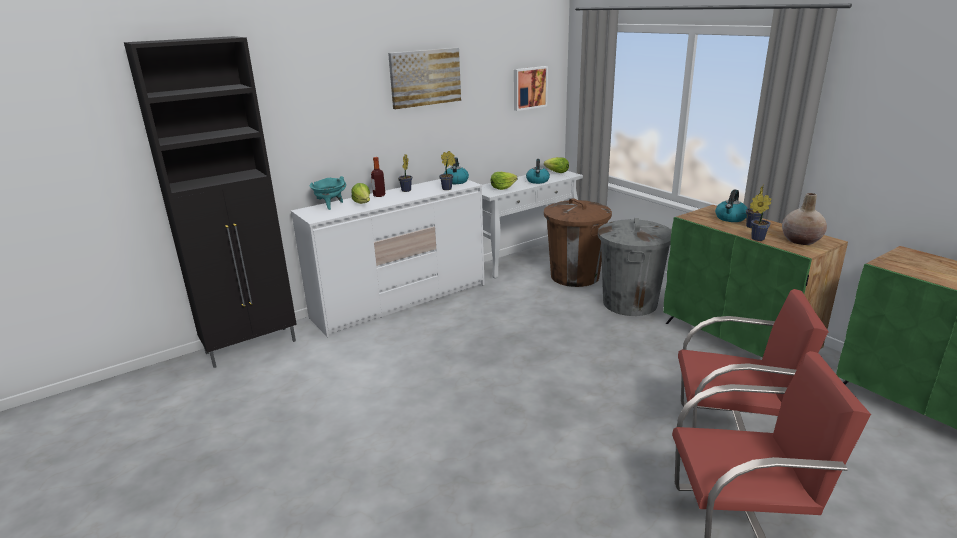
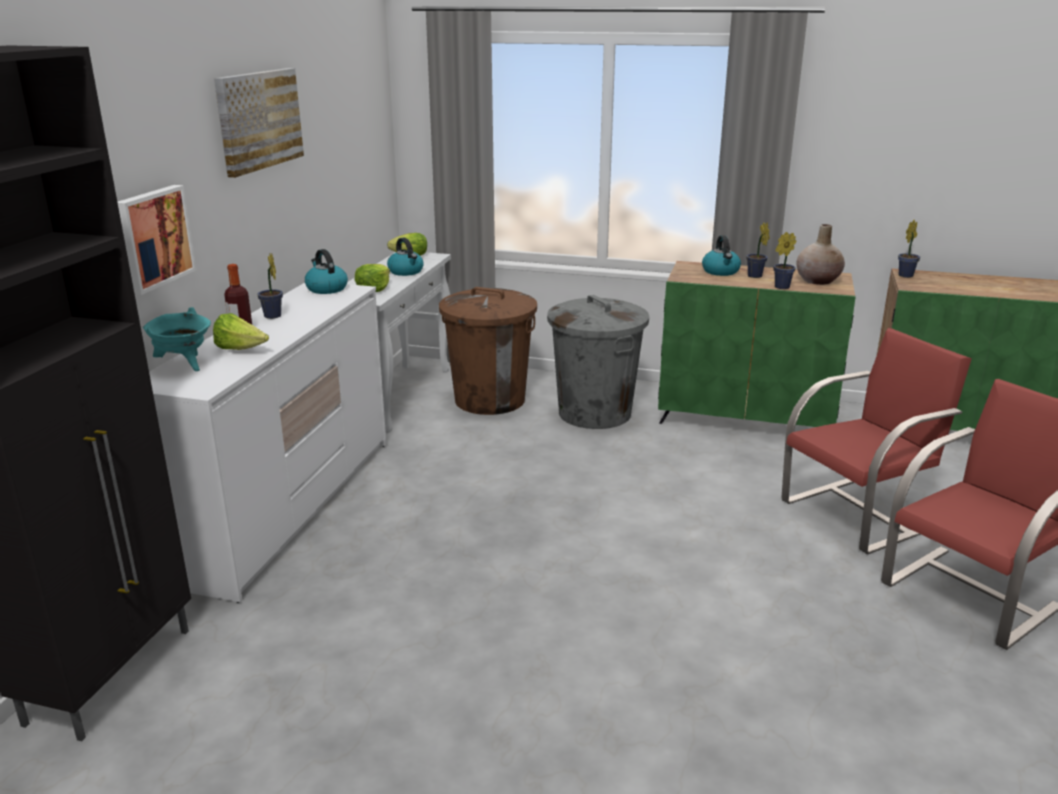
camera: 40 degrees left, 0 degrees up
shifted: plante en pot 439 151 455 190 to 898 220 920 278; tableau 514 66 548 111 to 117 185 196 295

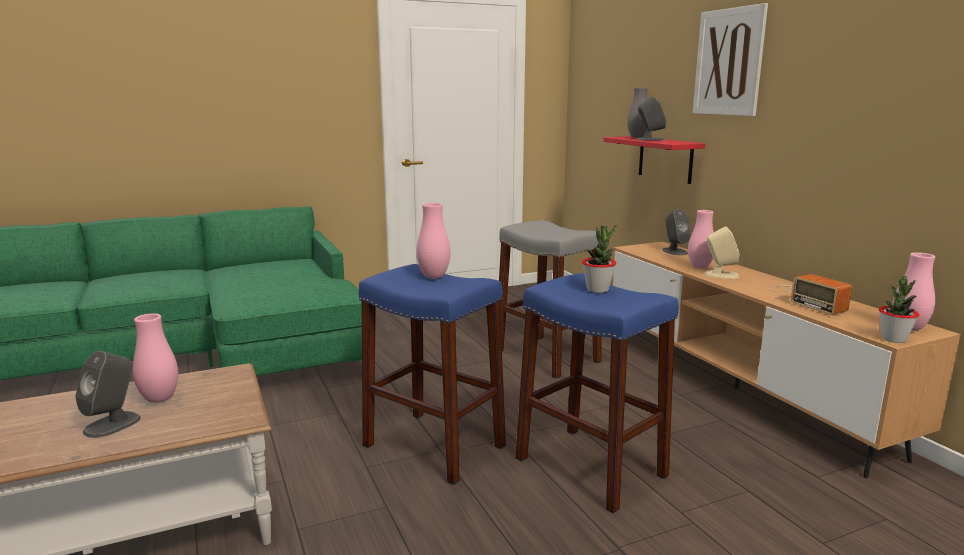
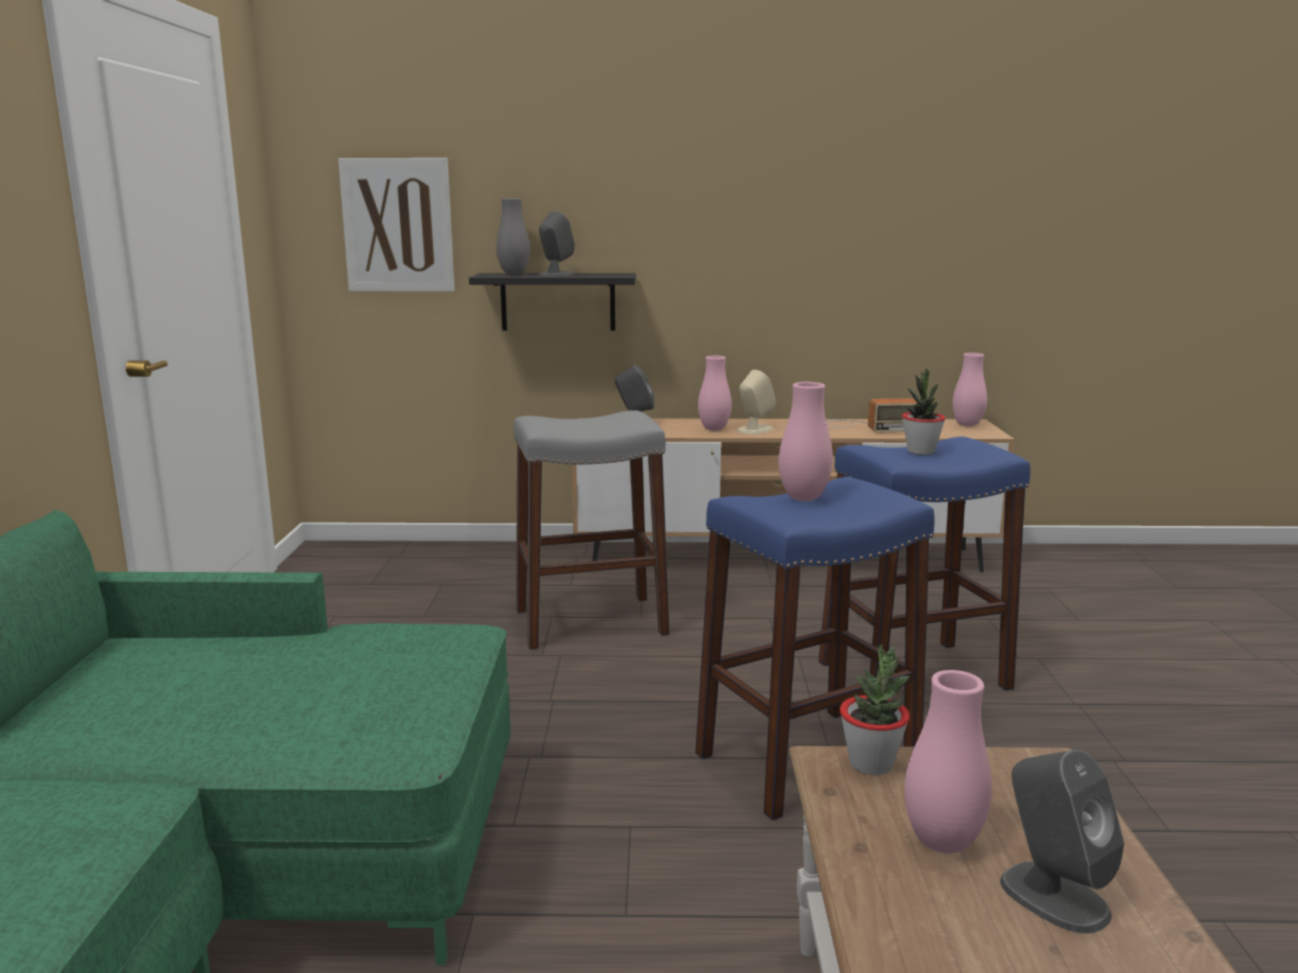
camera: 65 degrees left, 0 degrees up
shifted: tableau 693 3 768 116 to 338 158 455 292; plante en pot 879 276 919 343 to 840 645 911 775
repainted: étagère [rouge] 603 136 705 184 to étagère [noir] 469 273 636 331

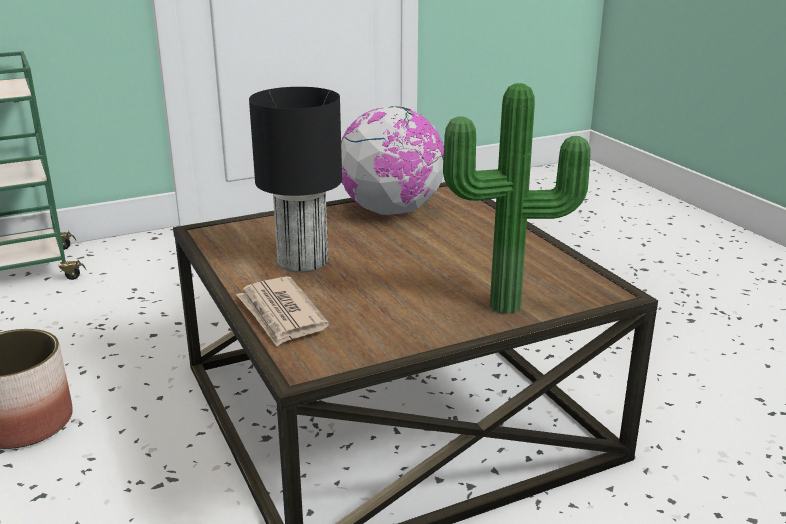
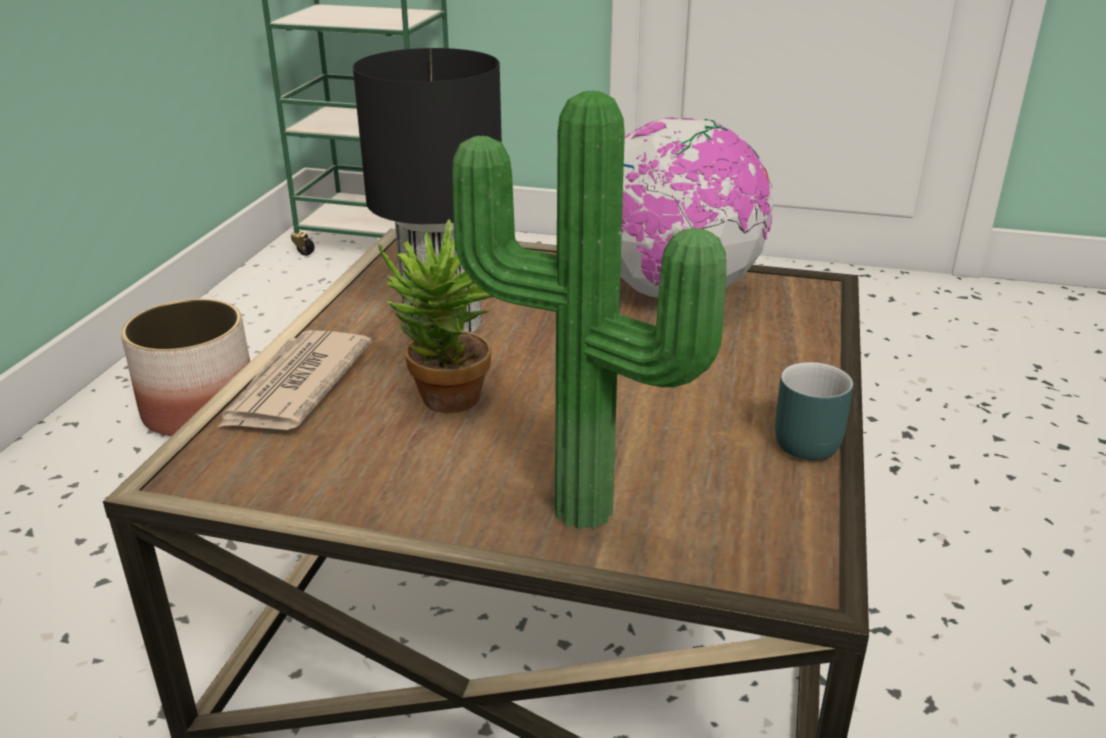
camera: 40 degrees right, 5 degrees up
new: plante en pot 378 219 493 413; mug [turquoise] 775 362 853 460

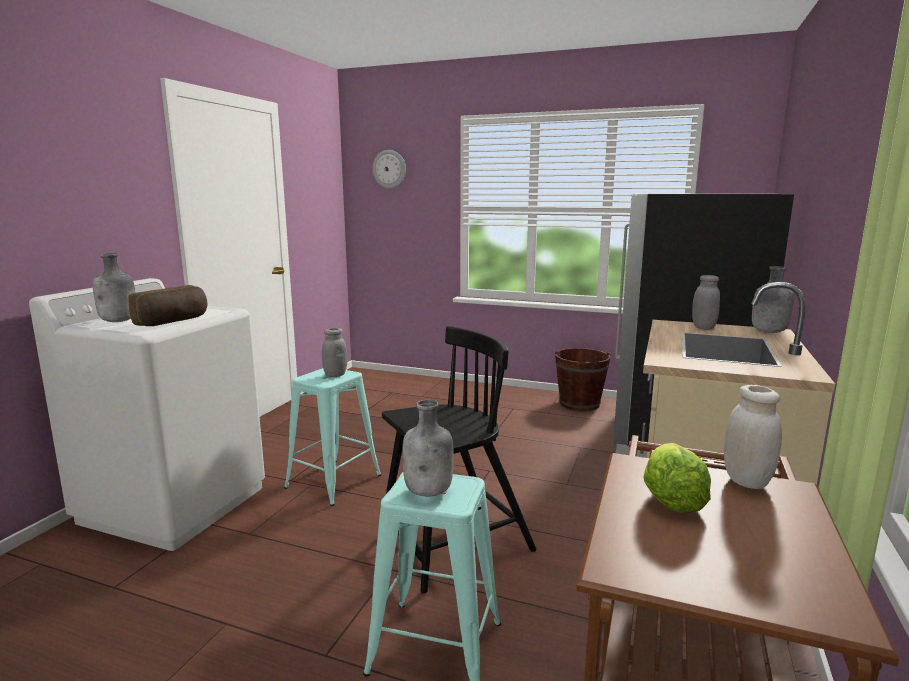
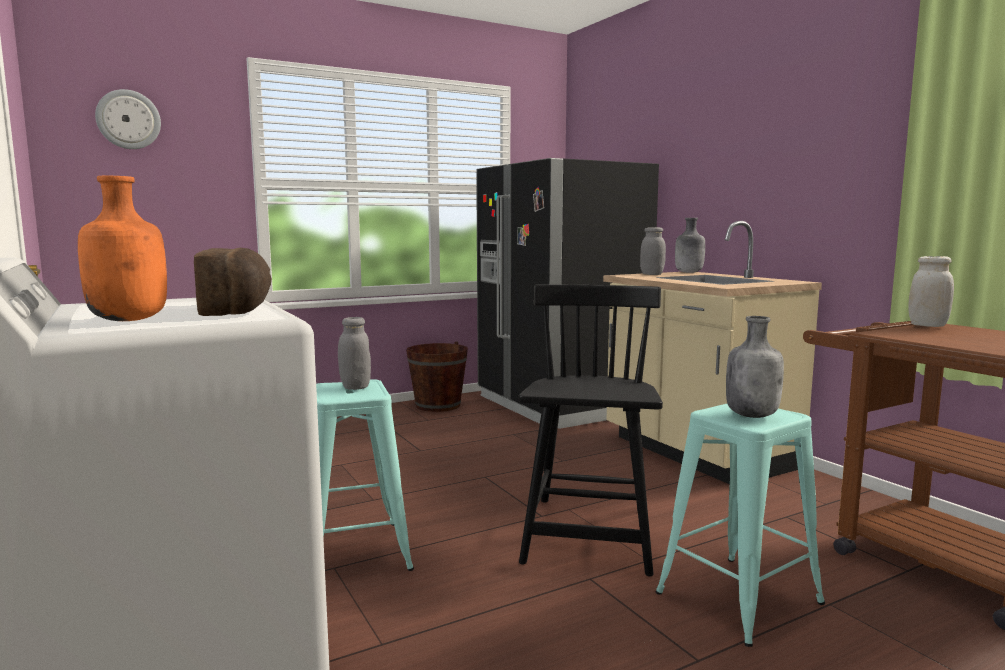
camera: 50 degrees left, 5 degrees down
gone: laitue 644 443 711 513
repainted: bouteille [gris] 93 253 136 322 to bouteille [orange] 78 176 167 321

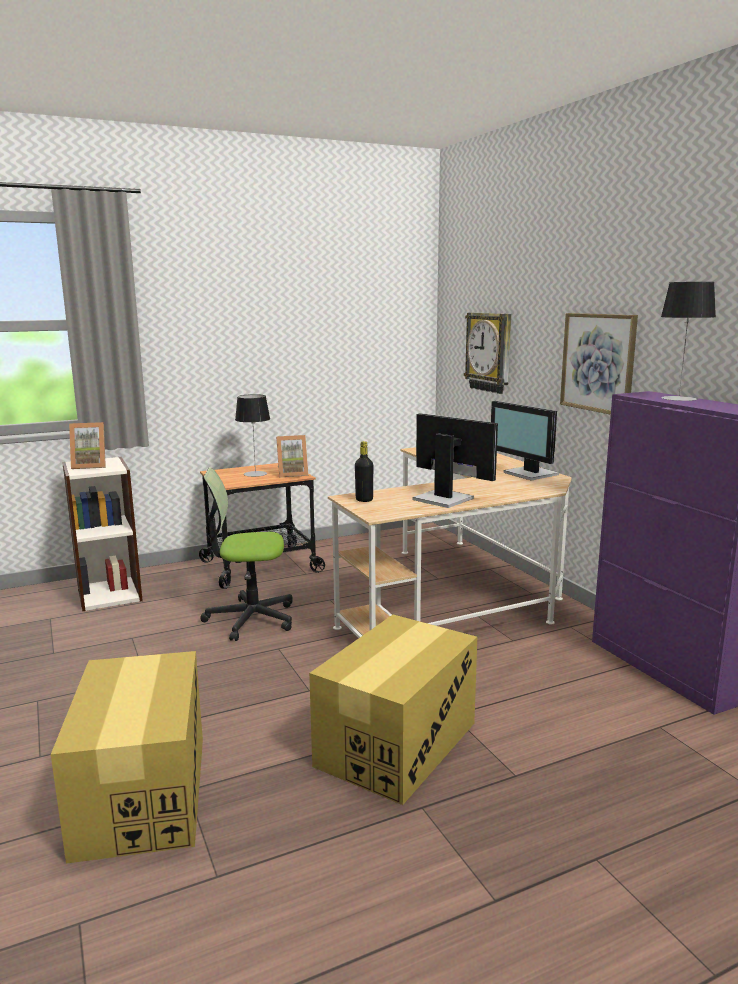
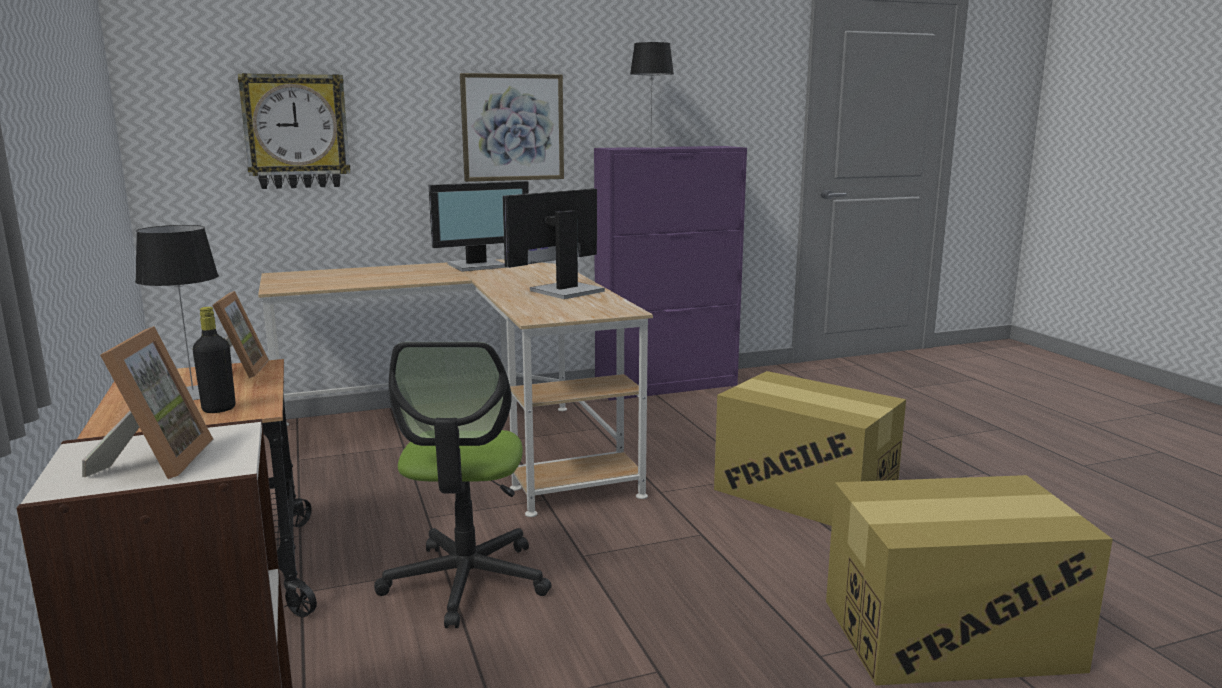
camera: 85 degrees left, 0 degrees up
shifted: bouteille [noir] 355 441 373 502 to 193 307 235 413

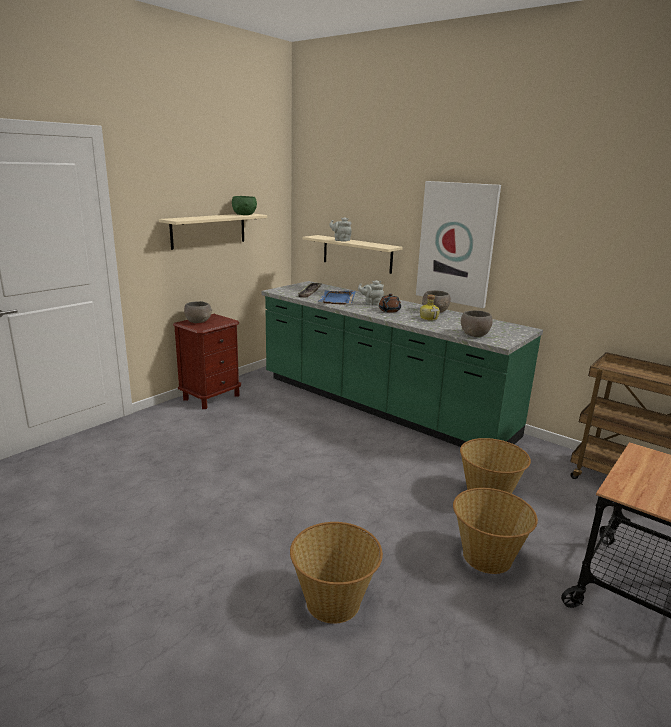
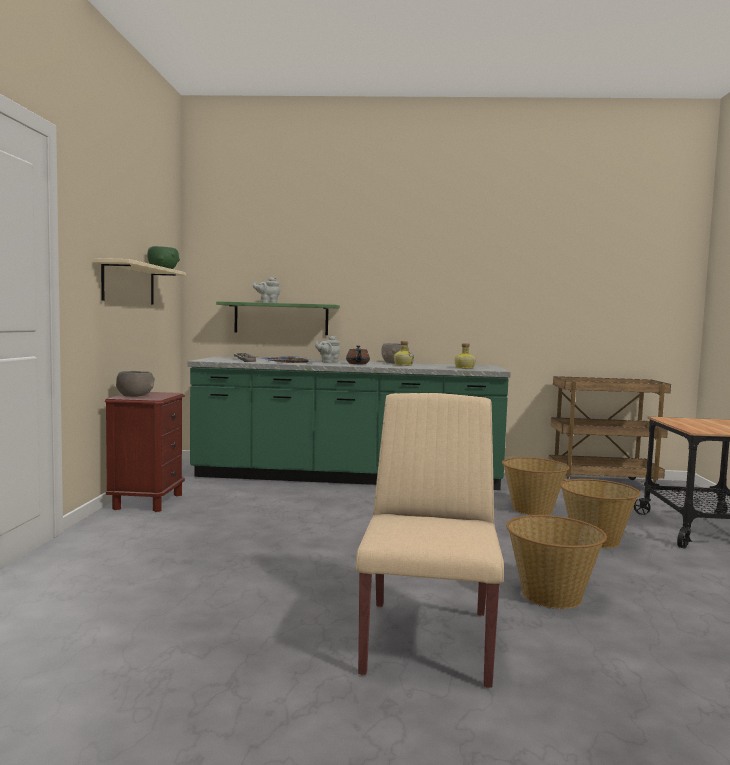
camera: 35 degrees left, 15 degrees down
gone: tableau 416 181 501 308
new: chaise [beige] 356 393 504 689
swapped: bol [gris] 461 310 493 337 to bouteille 455 343 475 369
repainted: étagère [beige] 303 235 403 274 to étagère [vert] 216 301 340 335

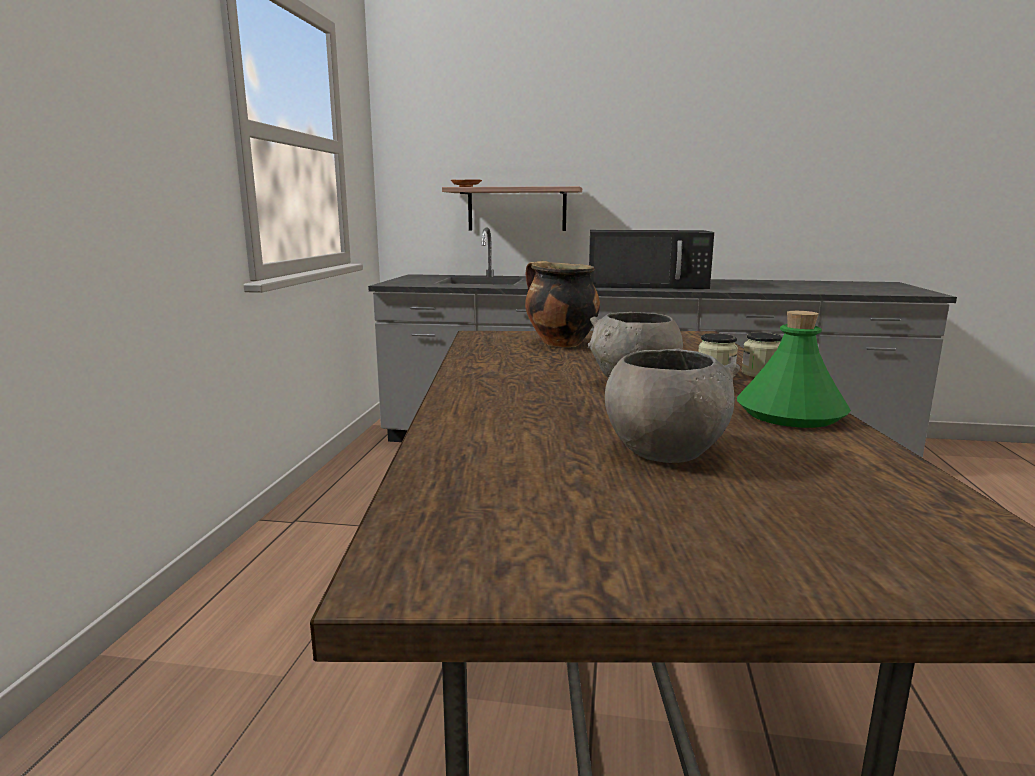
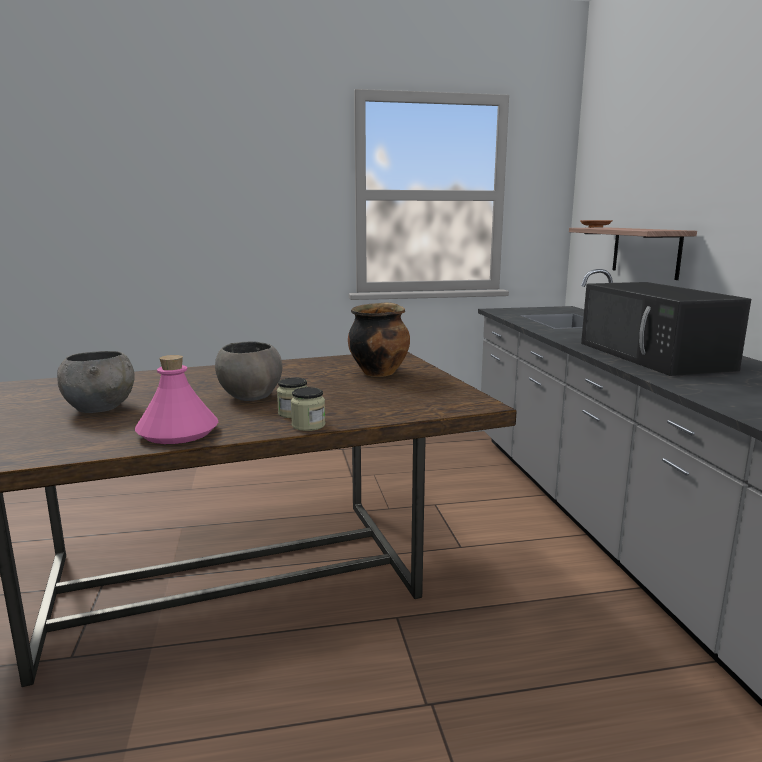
camera: 70 degrees right, 0 degrees up
repainted: bouteille [vert] 737 311 851 428 to bouteille [rose] 135 355 218 444

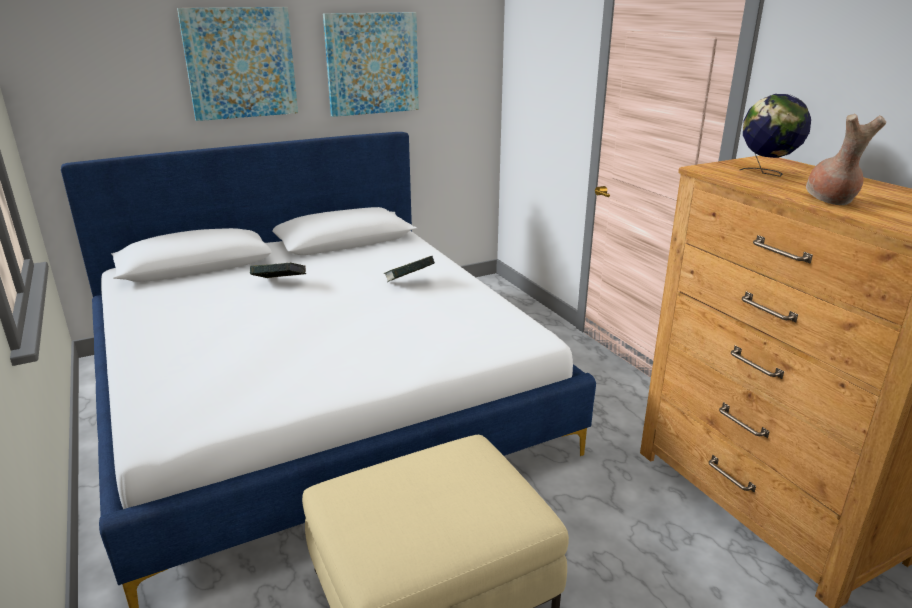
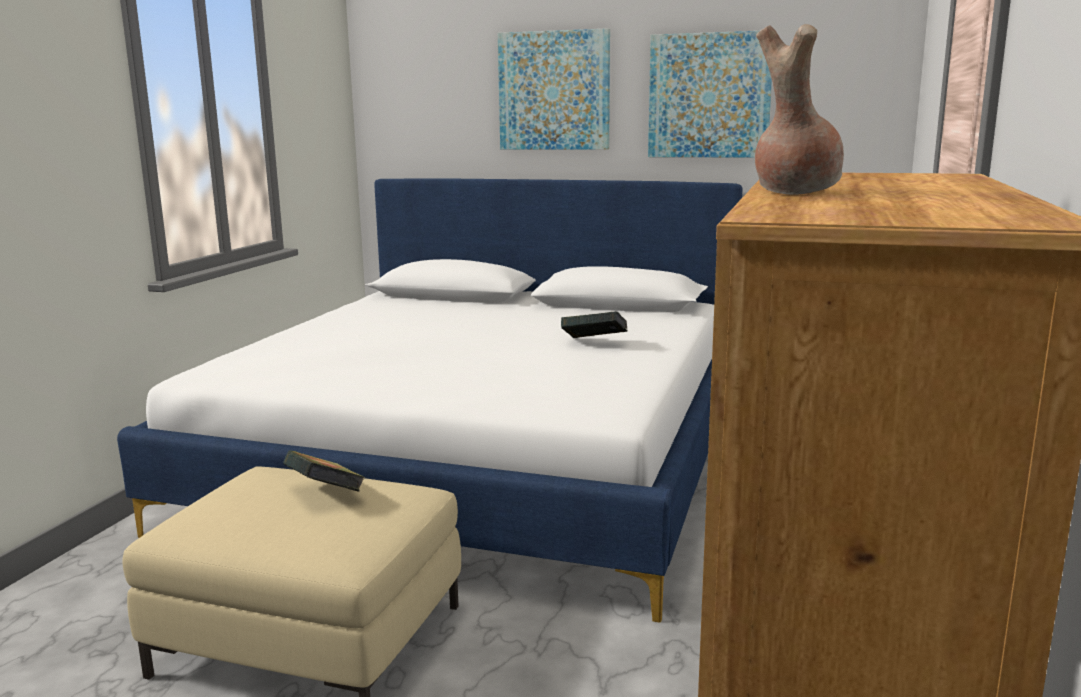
camera: 45 degrees right, 10 degrees down
gone: globe 740 94 811 177
shifted: livre 250 263 306 278 to 283 450 365 492

